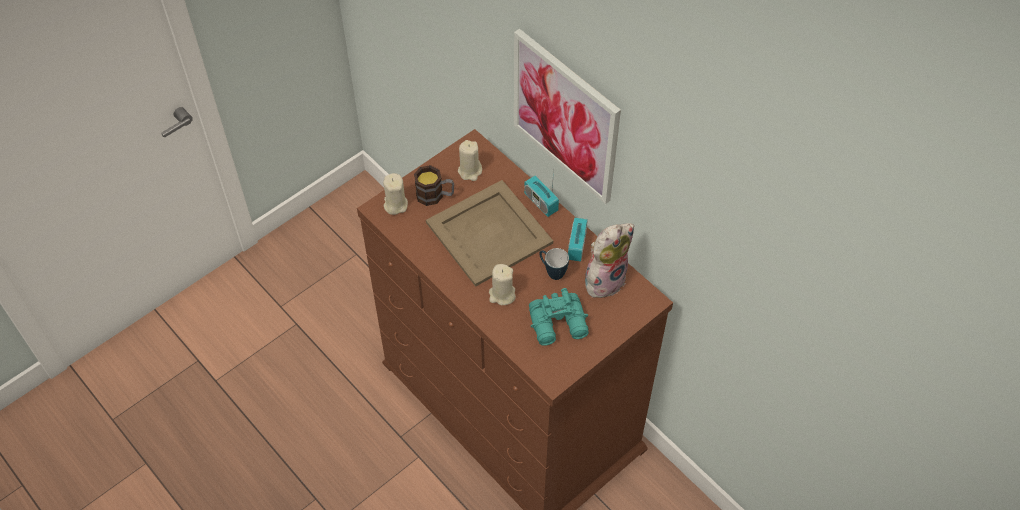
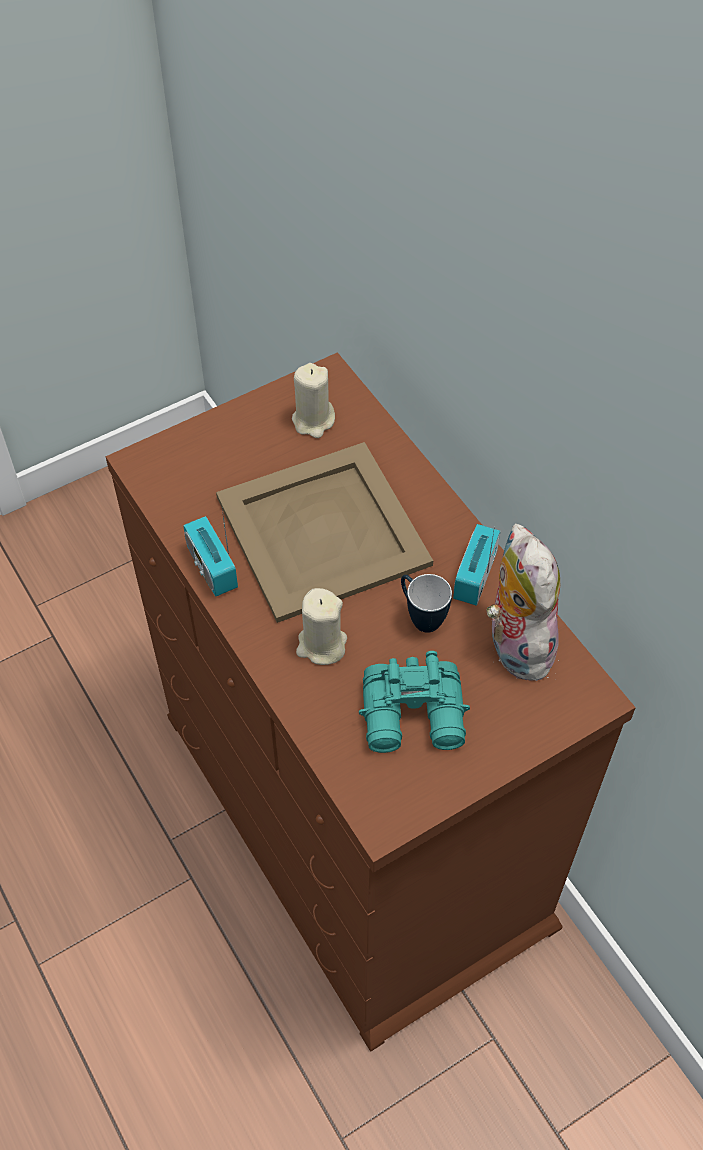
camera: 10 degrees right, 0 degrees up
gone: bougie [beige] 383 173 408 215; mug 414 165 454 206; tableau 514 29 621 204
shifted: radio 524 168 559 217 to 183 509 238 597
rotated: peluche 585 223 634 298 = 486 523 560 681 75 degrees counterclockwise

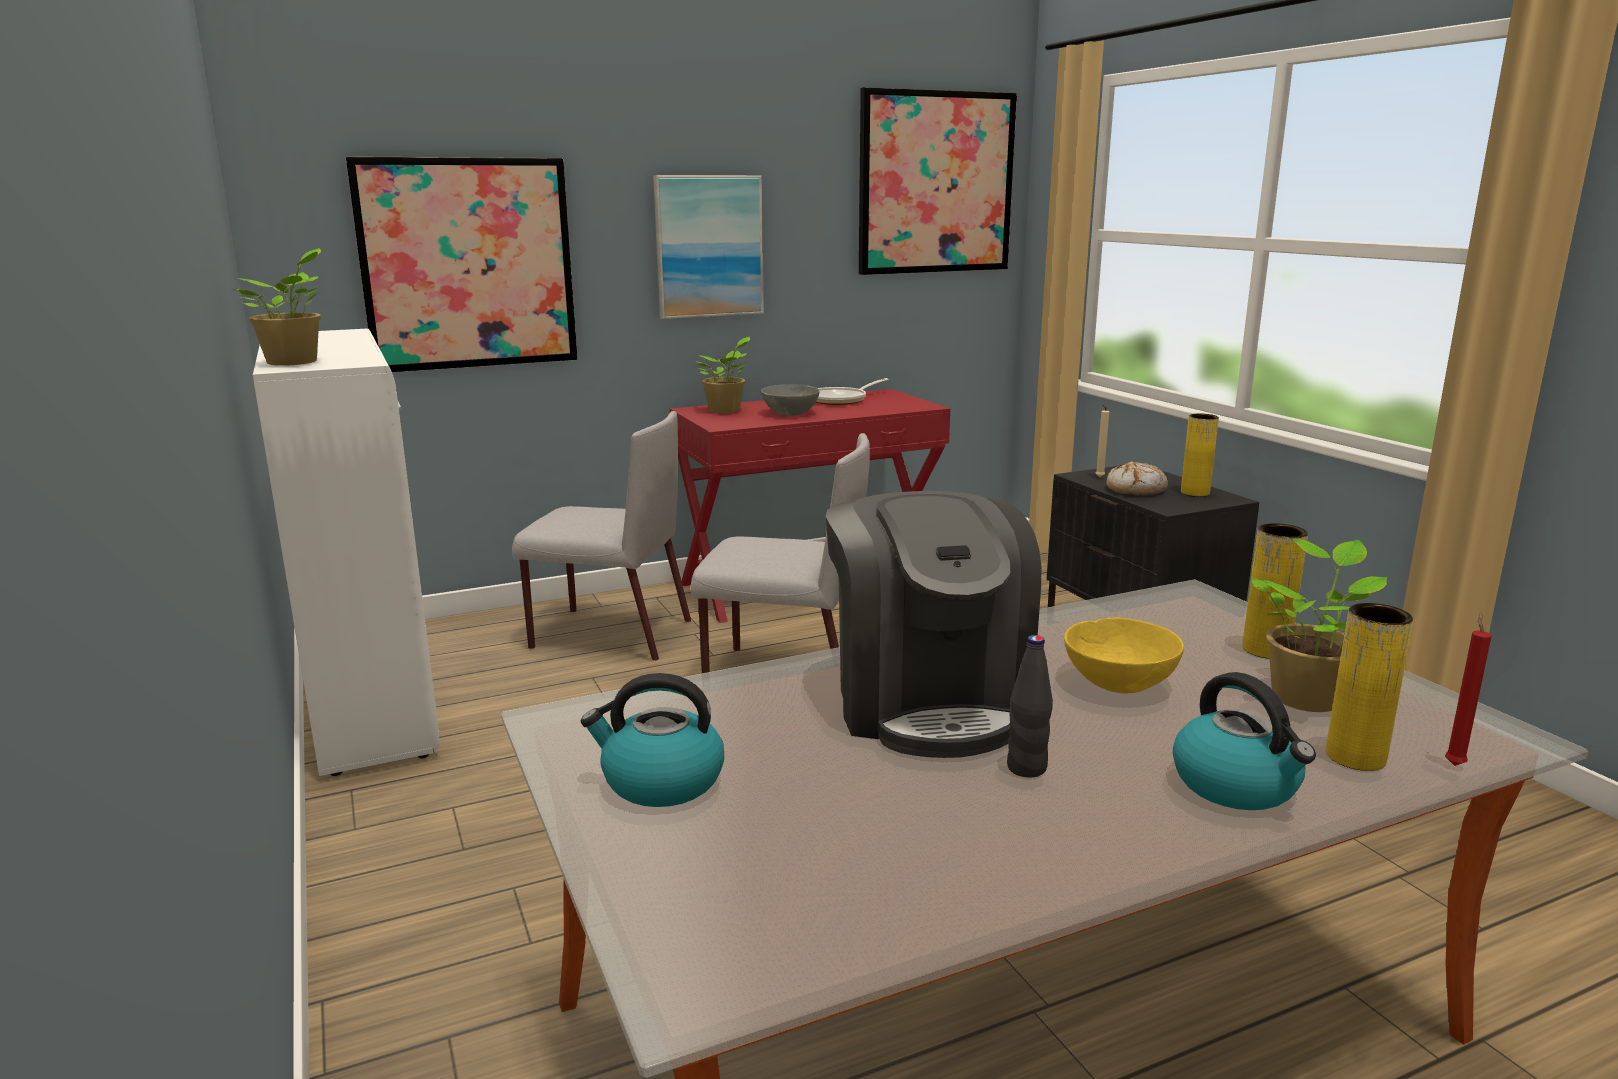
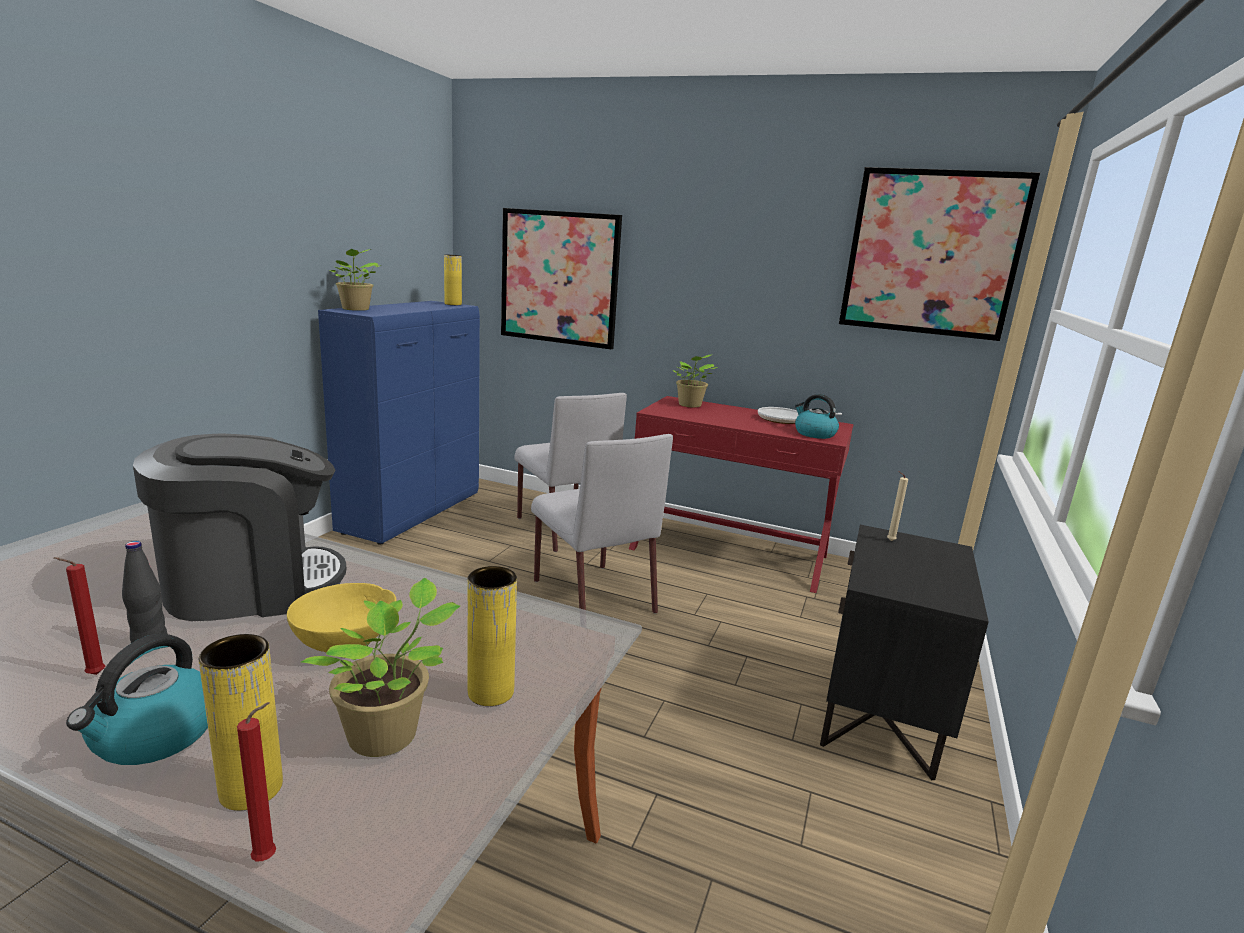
camera: 45 degrees right, 0 degrees up
gone: tableau 653 175 764 319; bol [gris] 761 384 820 416; pain 1106 461 1168 496
new: bougie [rouge] 54 557 105 675
shifted: bouilloire 581 673 724 807 to 795 394 839 439; vase [jaune] 1181 414 1219 497 to 444 255 462 305
repainted: meuble de rangement [blanc] 253 329 439 776 to meuble de rangement [bleu] 318 301 480 545
rotated: machine à café 826 491 1041 758 = 133 433 346 621 150 degrees counterclockwise

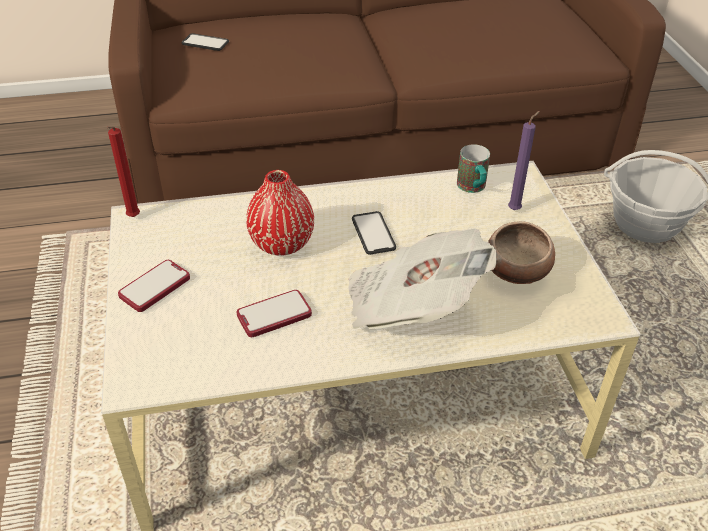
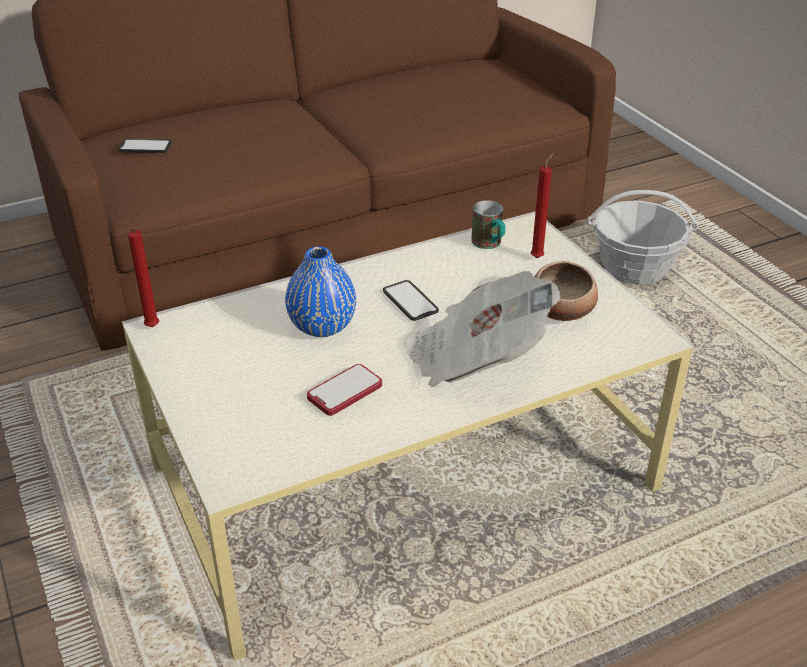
camera: 15 degrees left, 5 degrees down
gone: téléphone 118 260 190 312
repainted: vase [rouge] 246 170 314 256 to vase [bleu] 285 246 356 337; bougie [violet] 508 111 540 210 to bougie [rouge] 530 154 553 258

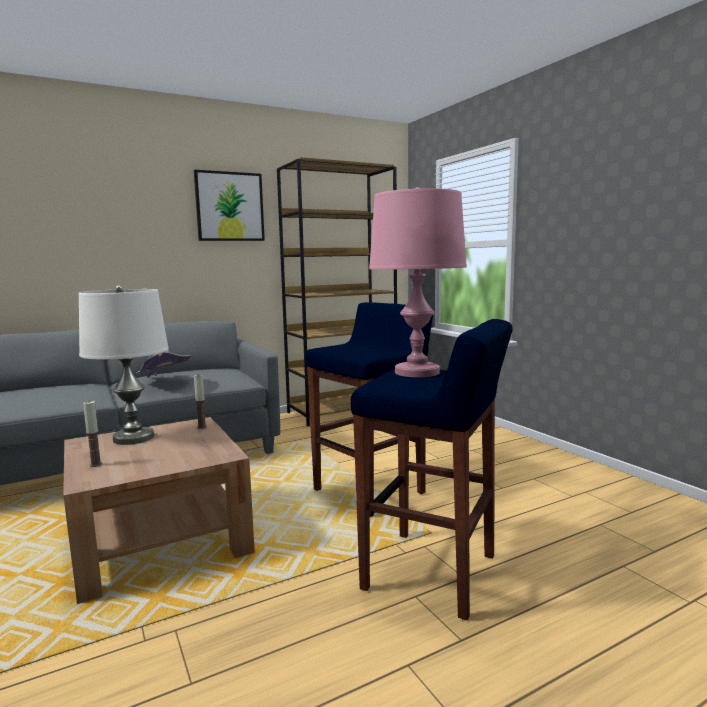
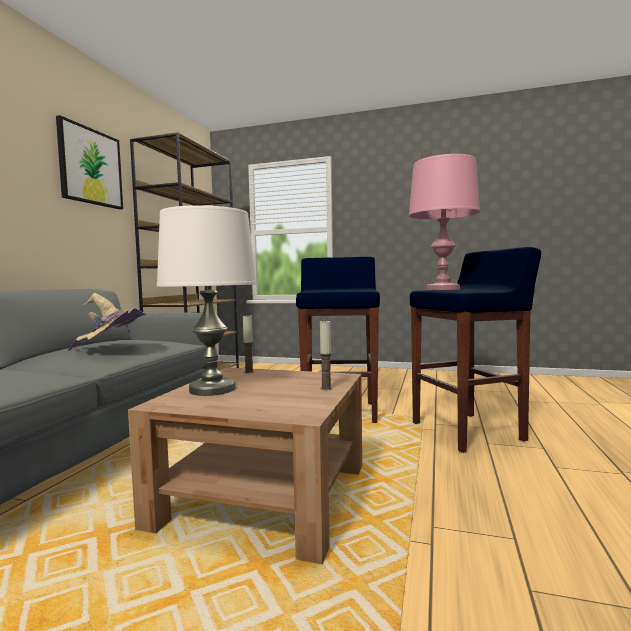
camera: 45 degrees left, 5 degrees down
shifted: bougie 83 401 102 467 to 320 321 332 390

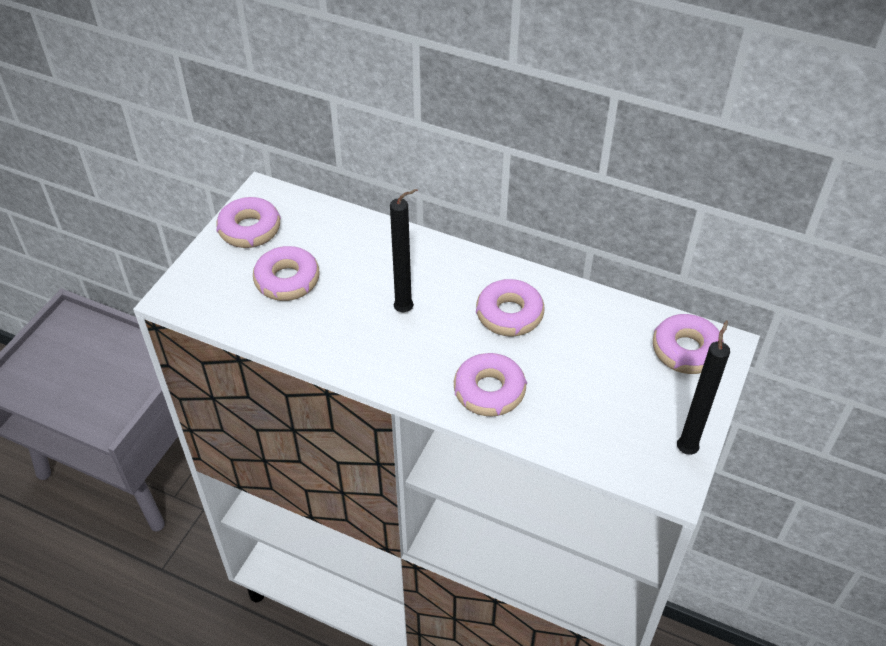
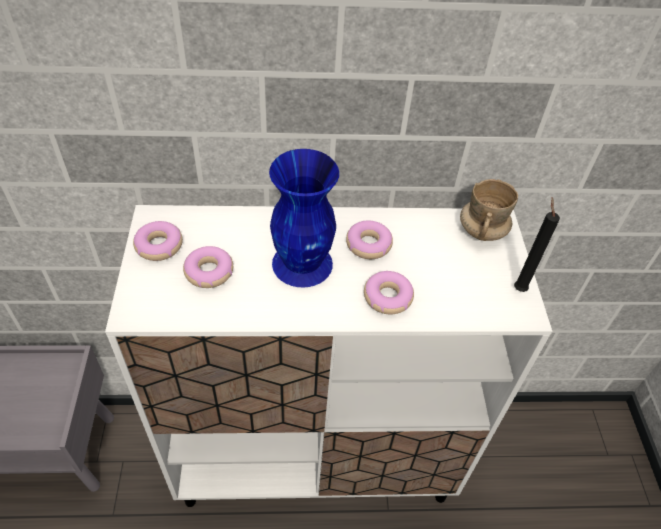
camera: 30 degrees left, 0 degrees up
swapped: bougie [noir] 390 189 417 312 to vase [bleu] 269 149 339 288; beignet 653 314 724 374 to mug [beige] 460 179 518 241

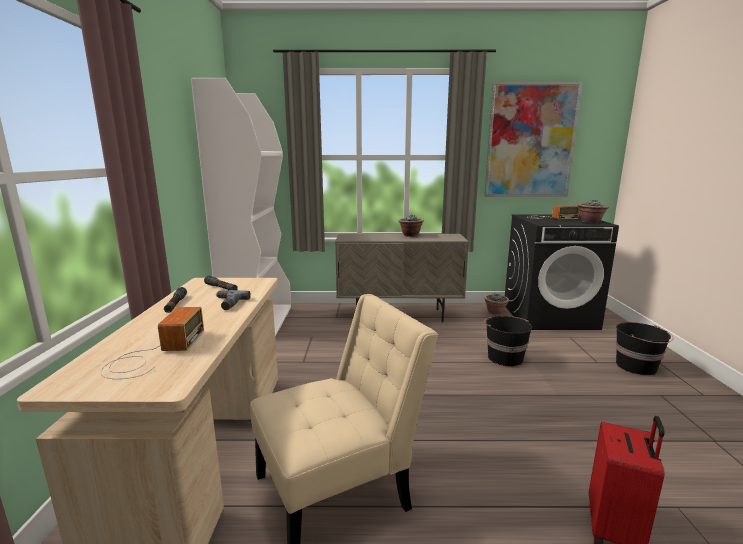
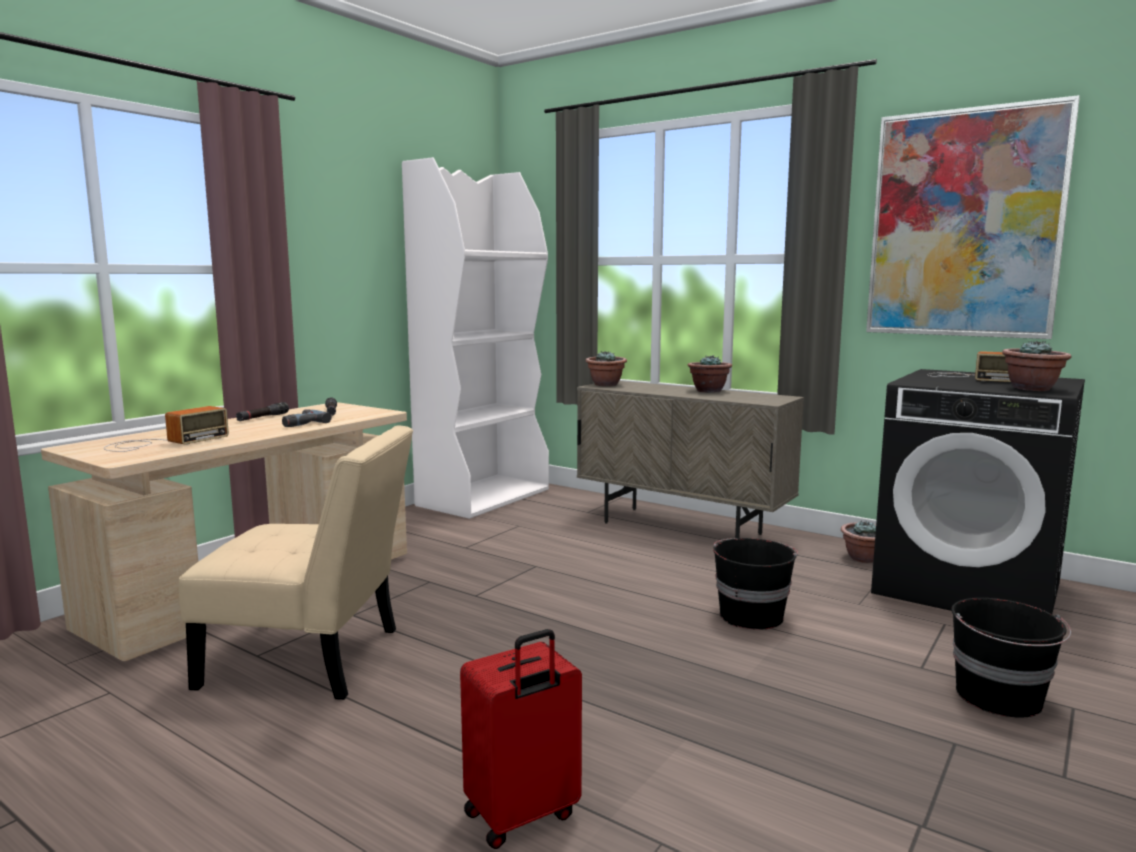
camera: 35 degrees right, 5 degrees down
new: plante en pot 585 351 627 386

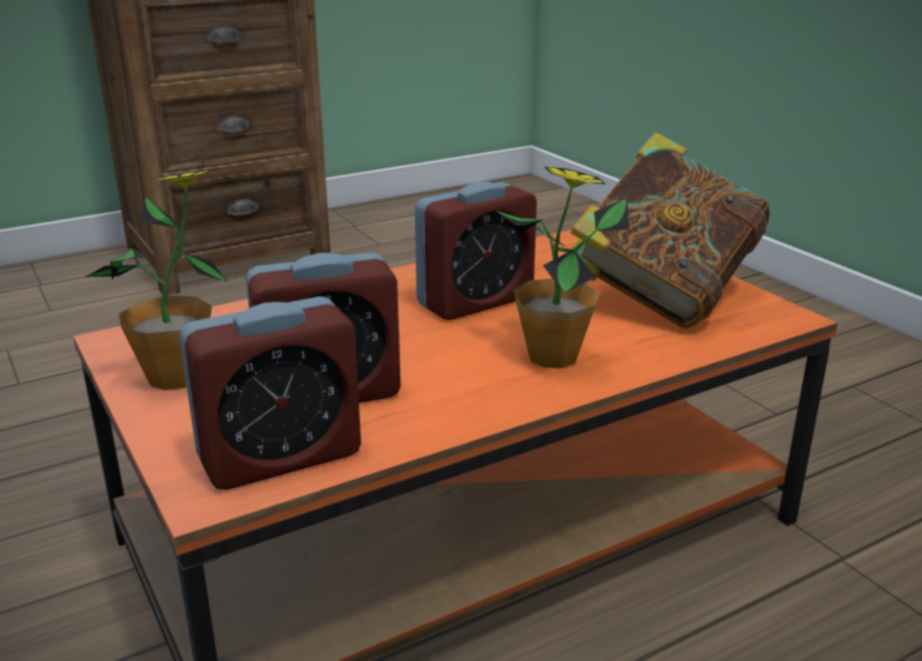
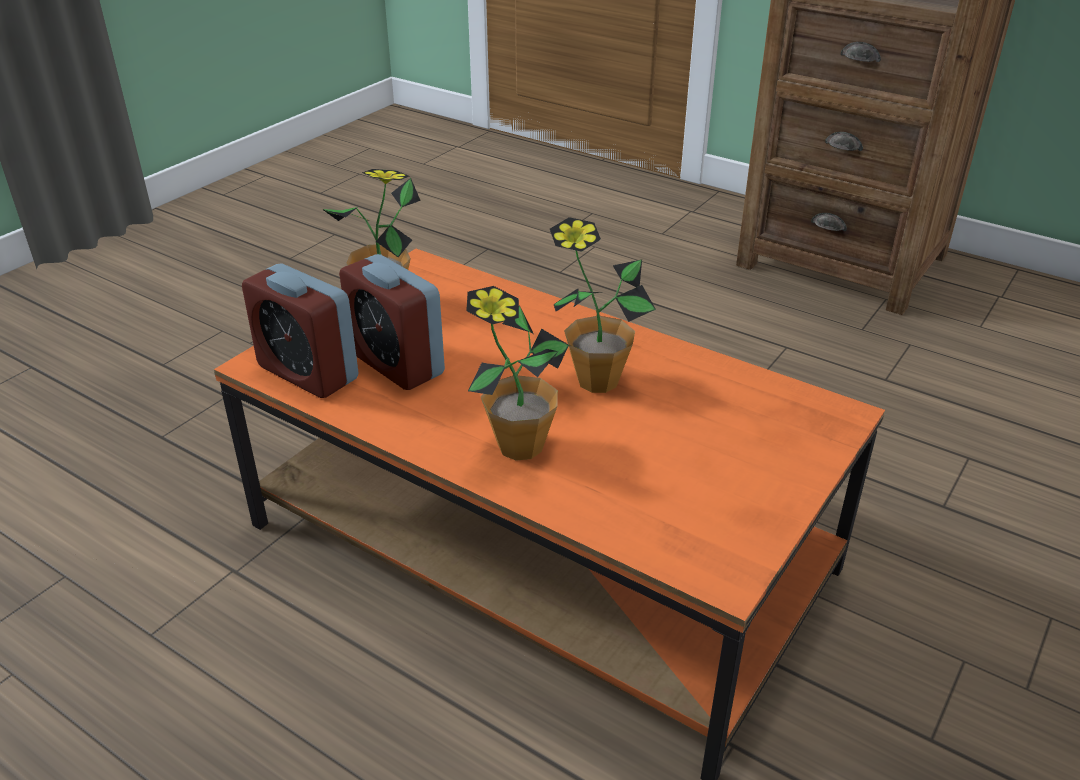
camera: 65 degrees right, 10 degrees up
gone: livre 567 132 770 328
swapped: réveil 415 182 537 320 to plante en pot 550 217 656 393

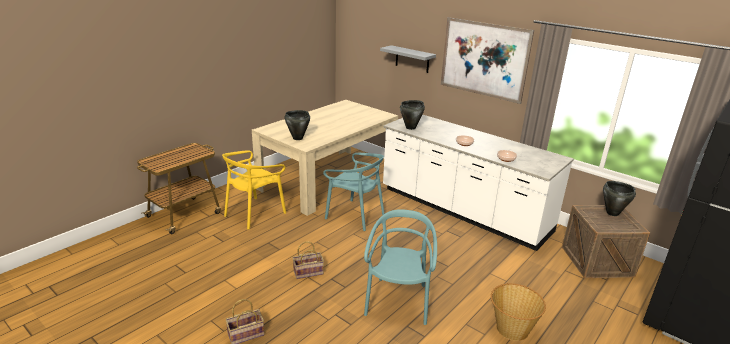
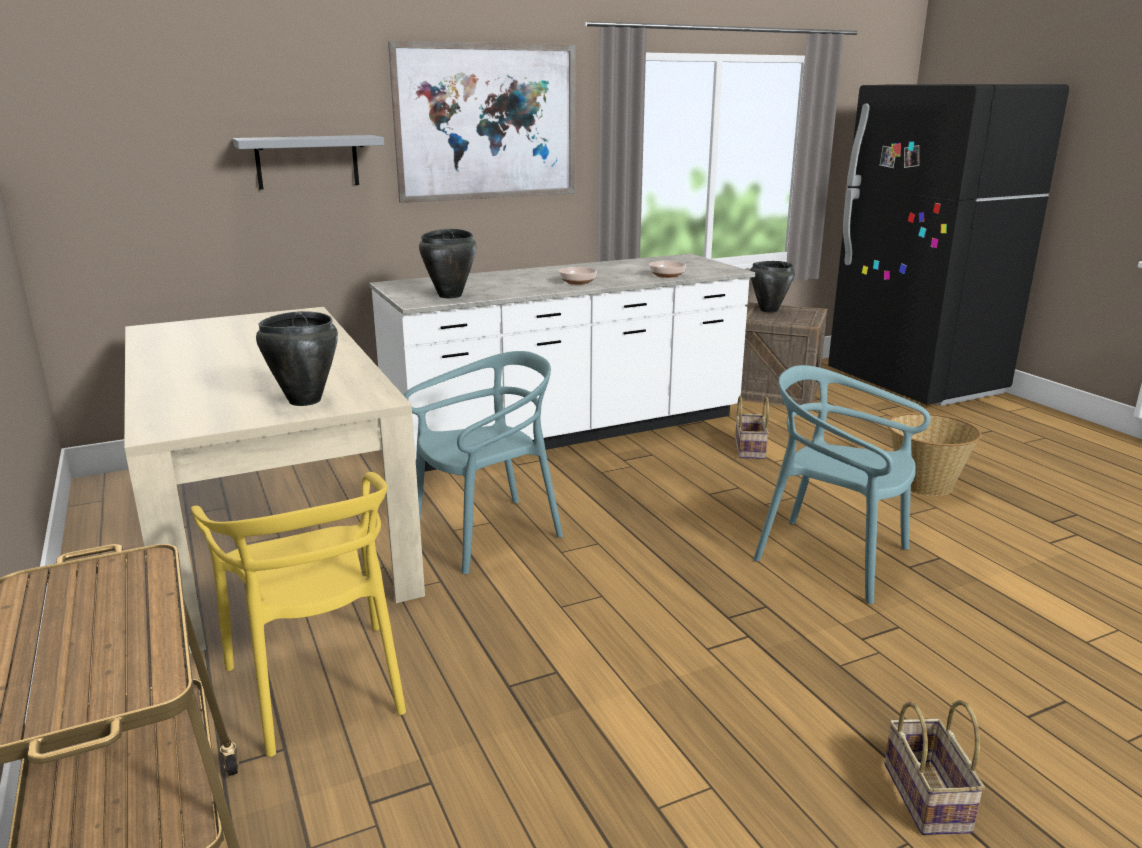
camera: 65 degrees left, 5 degrees down
shifted: panier 292 241 324 279 to 735 396 769 459

